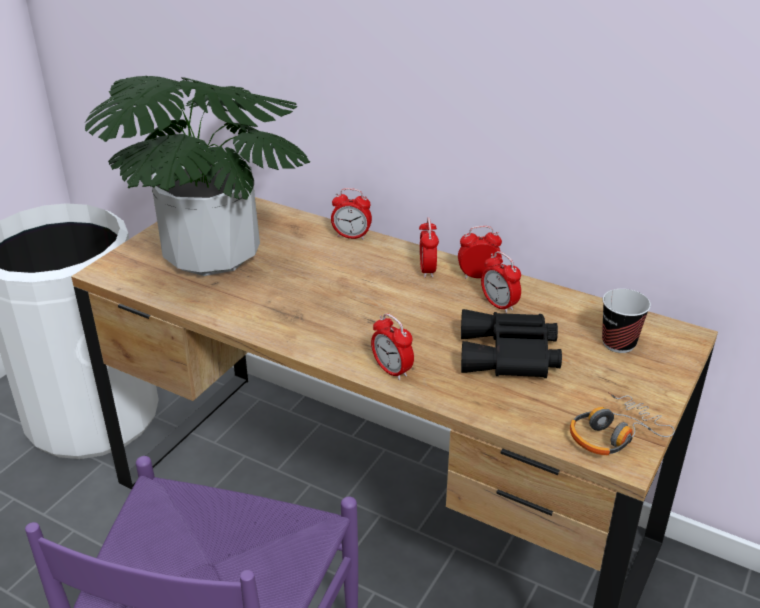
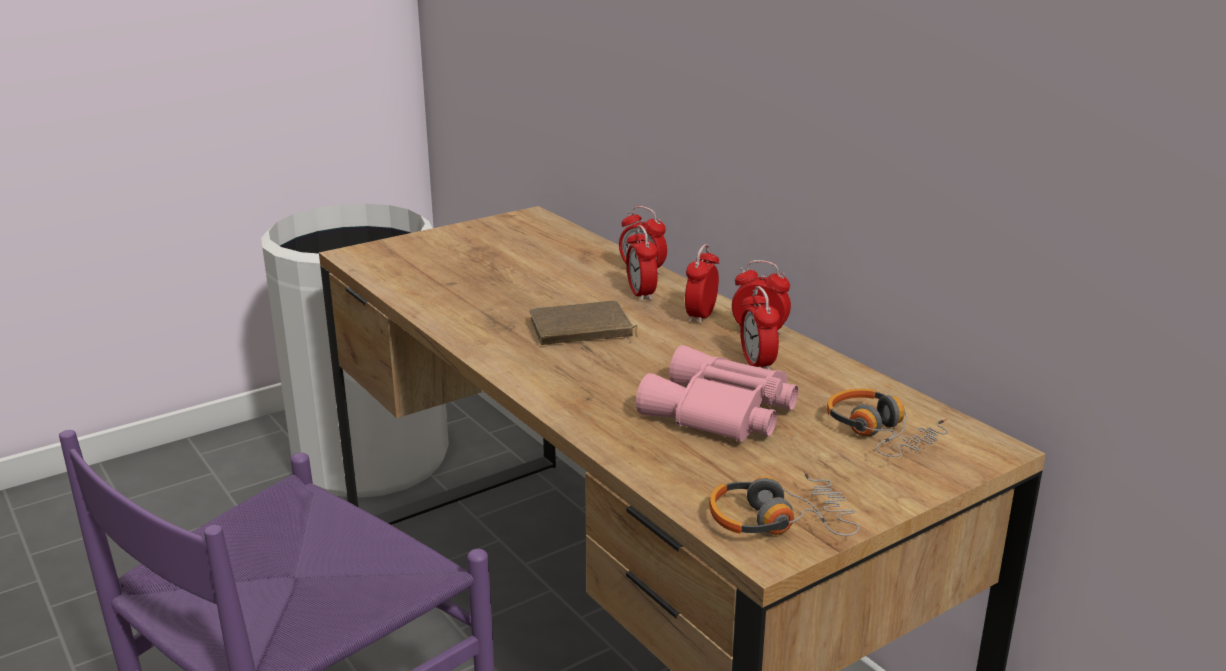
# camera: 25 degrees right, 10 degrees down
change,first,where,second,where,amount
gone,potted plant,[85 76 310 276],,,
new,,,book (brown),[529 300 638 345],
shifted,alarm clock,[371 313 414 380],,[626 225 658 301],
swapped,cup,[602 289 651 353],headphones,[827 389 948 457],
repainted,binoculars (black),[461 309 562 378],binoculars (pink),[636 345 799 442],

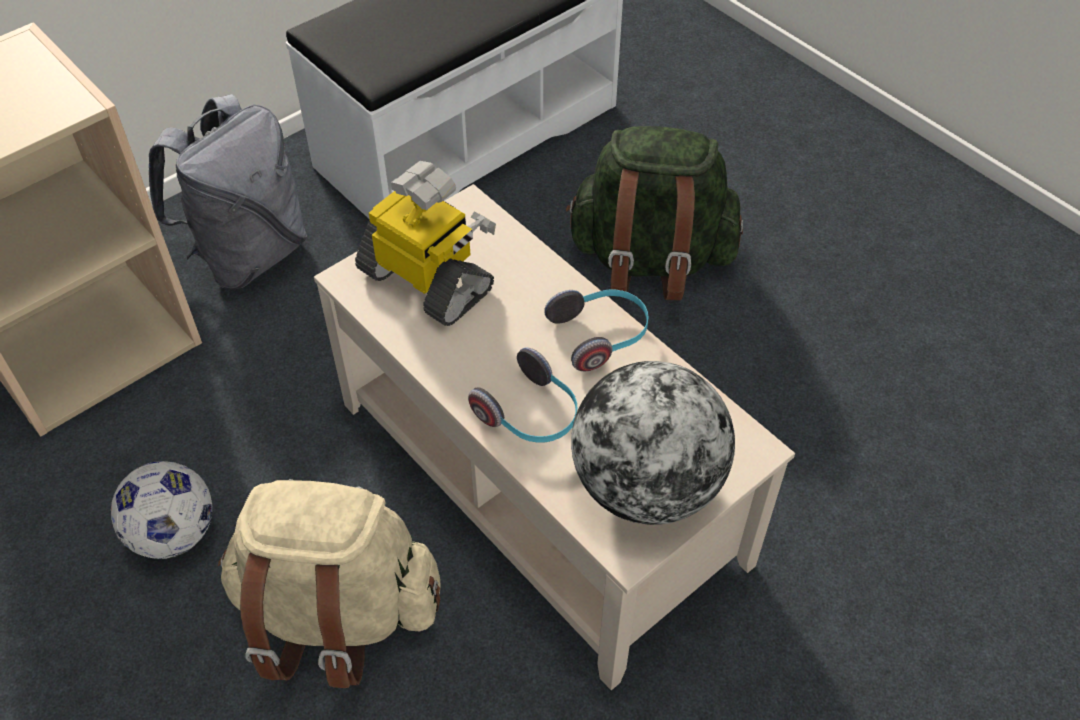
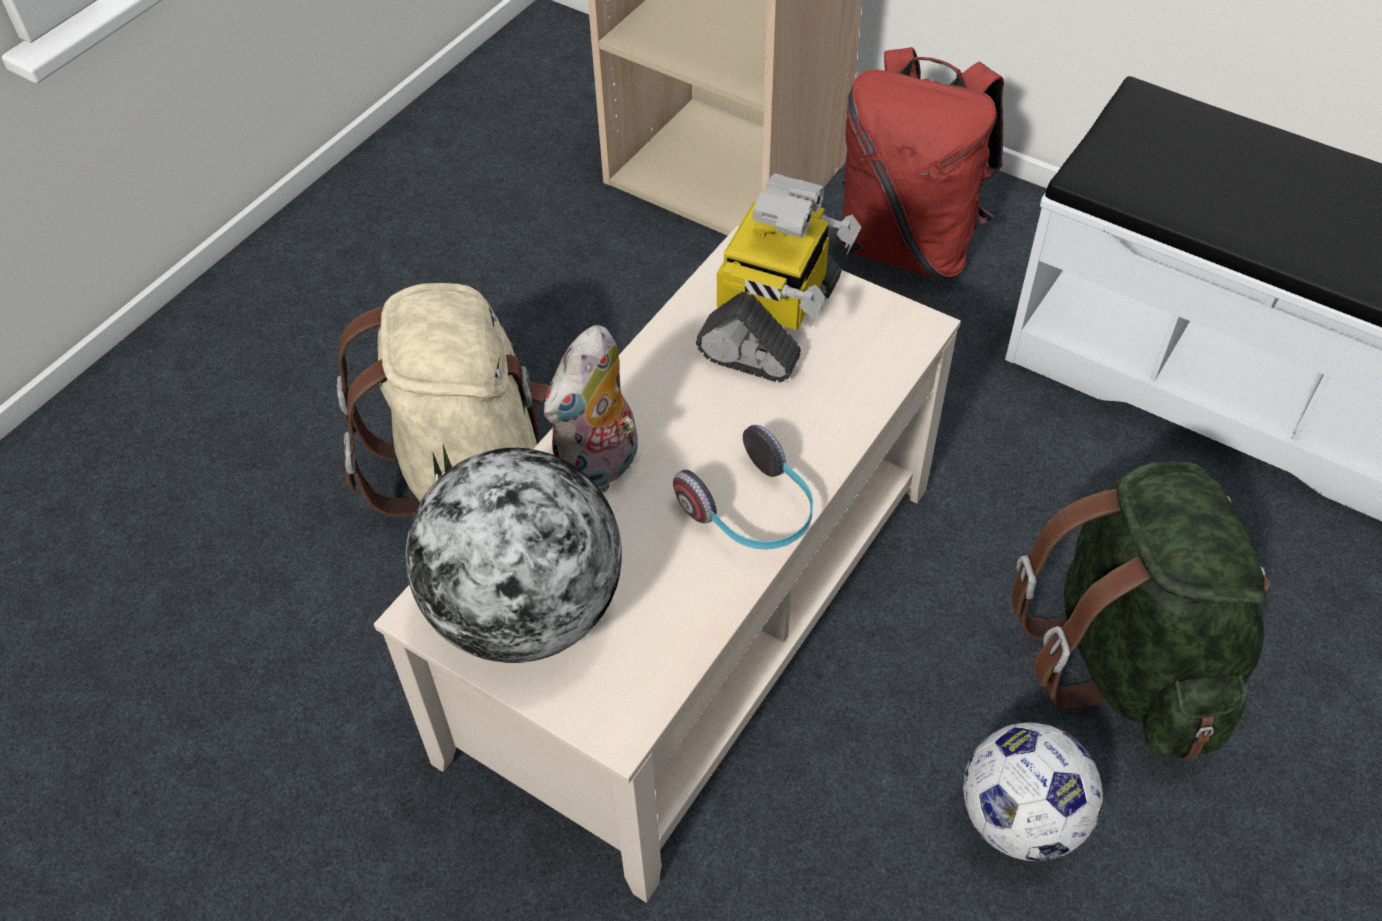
# camera: 75 degrees right, 0 degrees up
change,first,where,second,where,amount
shifted,football,[111 461 212 559],,[963 722 1103 861],
swapped,headphones,[468 347 577 443],plush toy,[543 325 638 493],
repainted,backpack (grey),[149 94 307 290],backpack (red),[840 47 1004 279],

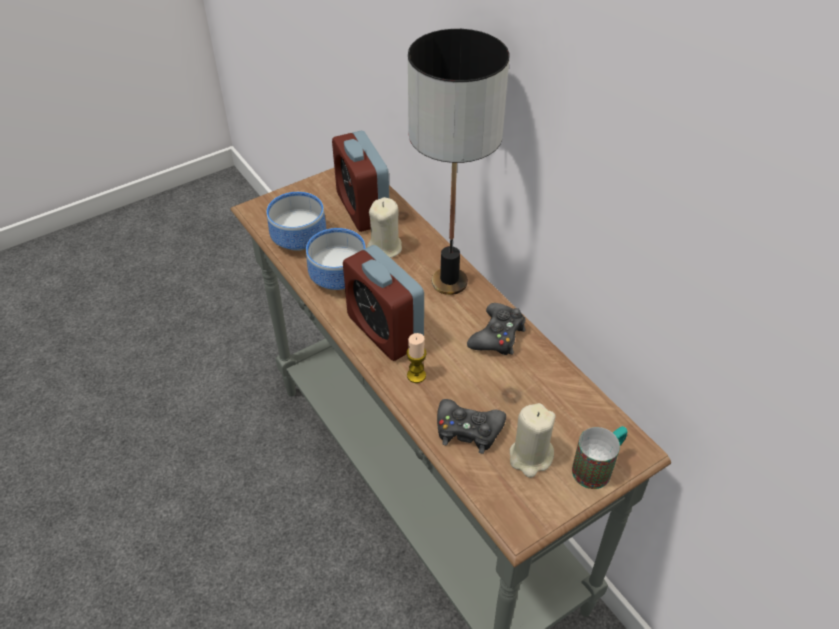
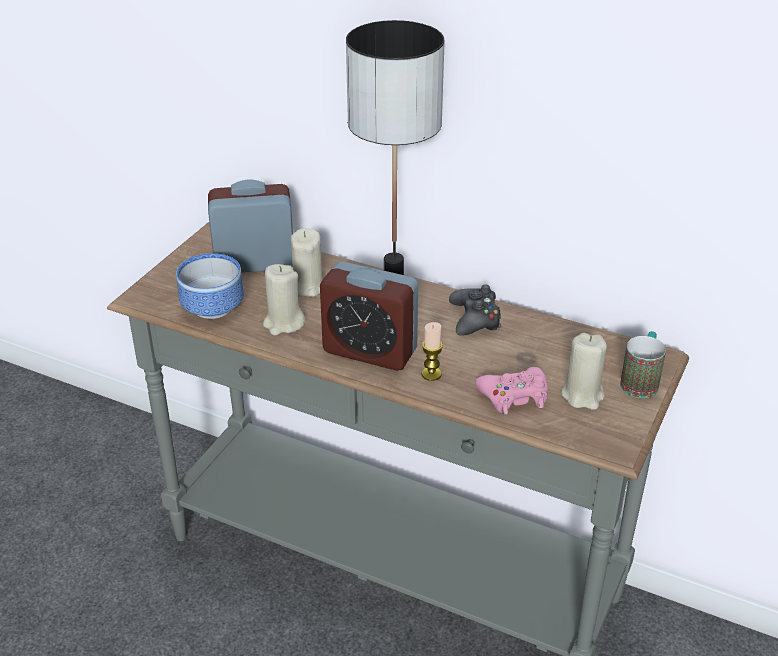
# camera: 30 degrees left, 10 degrees down
change,first,where,second,where,amount
swapped,bowl,[306 228 366 290],candle (beige),[263 264 306 336],
repainted,game controller (black),[437 399 506 454],game controller (pink),[475 367 548 415],
rotated,alarm clock,[332 131 389 232],,[208 179 293 273],135 degrees clockwise

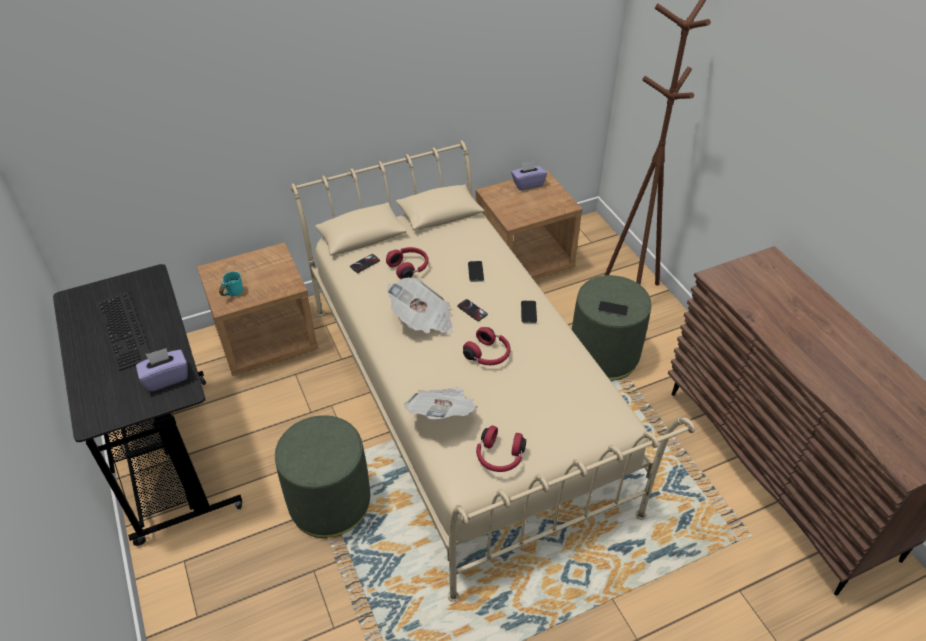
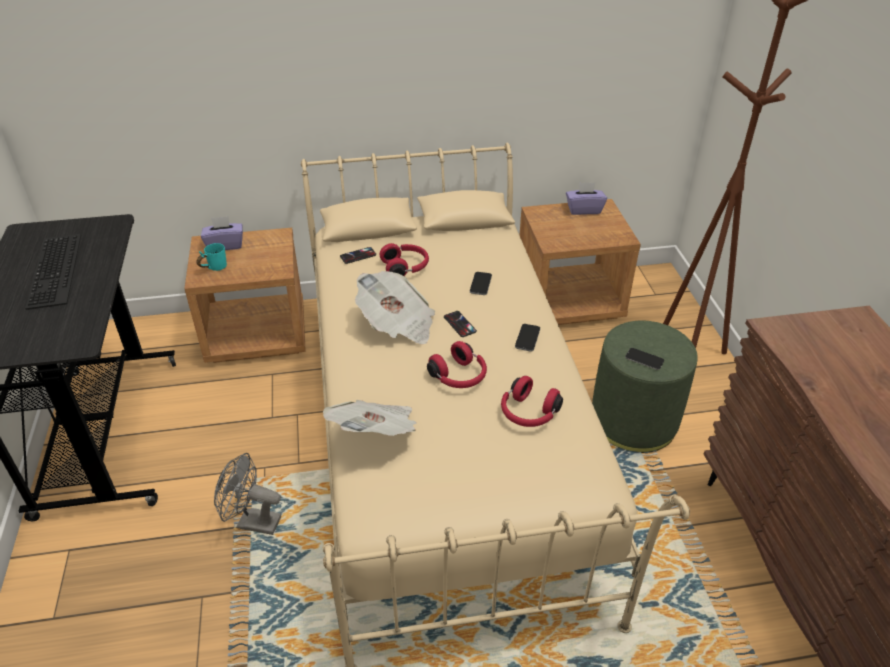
# camera: 15 degrees right, 5 degrees down
change,first,where,second,where,amount
shifted,tissue box (purple),[136 348 188 392],,[201 216 243 250],
shifted,headphones (red),[476 426 526 472],,[501 376 563 427],
swapped,ottoman (green),[275 415 370 538],fan (grey),[214 453 281 535],

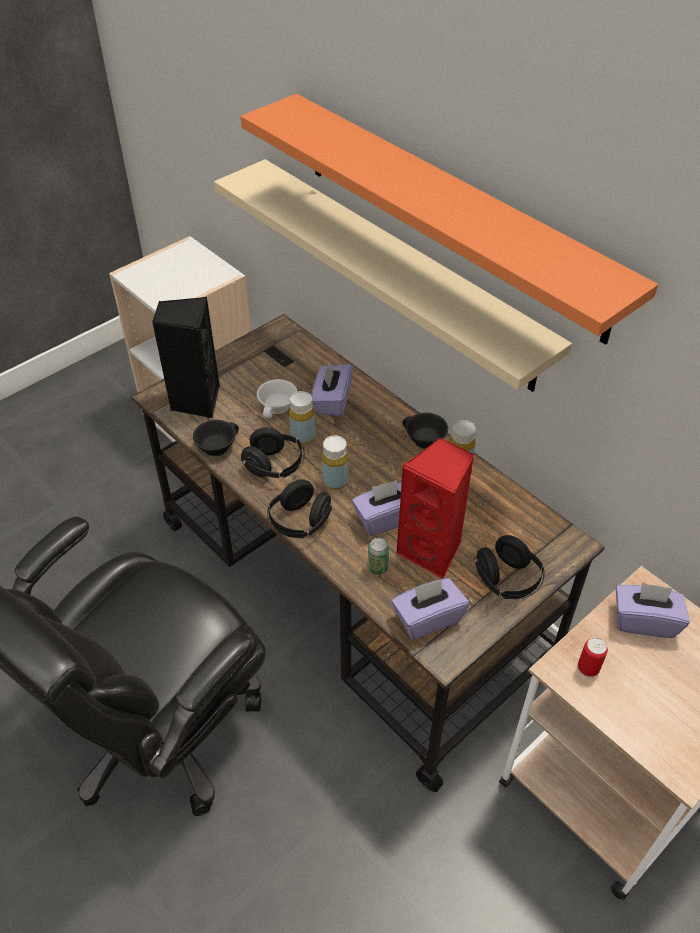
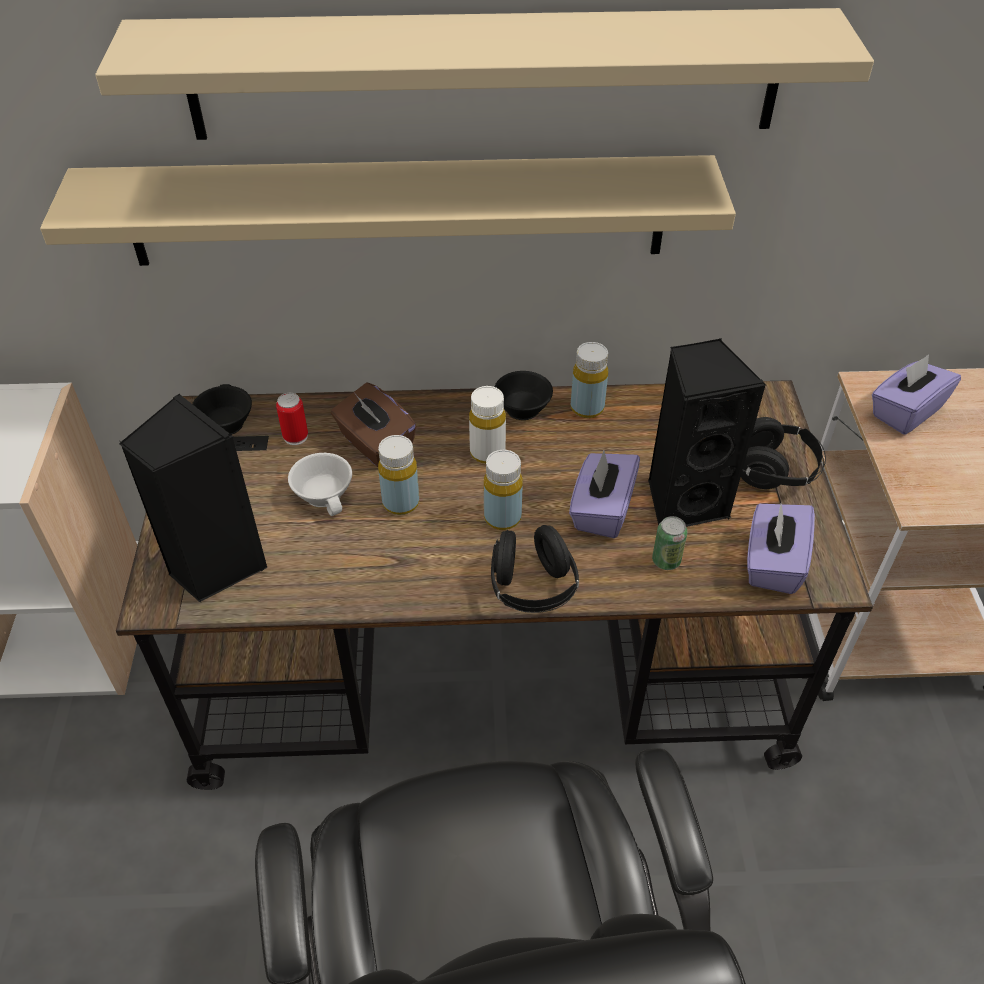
# camera: 50 degrees left, 0 degrees up
change,first,where,second,where,amount
gone,headphones (black),[240 427 305 478],,,
new,,,bottle (white),[469 386 506 464],
shifted,cup (black),[193 420 239 456],,[192 384 252 434],
shifted,can,[578 637 608 678],,[276 393 308 445],
repainted,shelf (orange),[241 94 658 345],shelf (beige),[95 8 874 140],
repainted,tissue box (purple),[311 362 353 417],tissue box (brown),[331 383 416 467],
repainted,speaker (red),[397 437 474 579],speaker (black),[648 338 766 527],

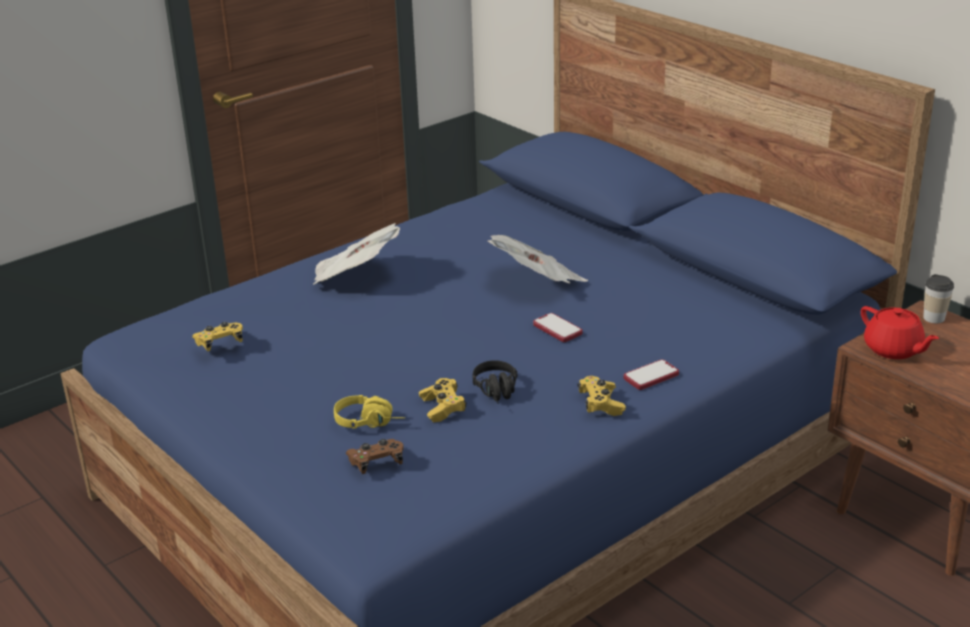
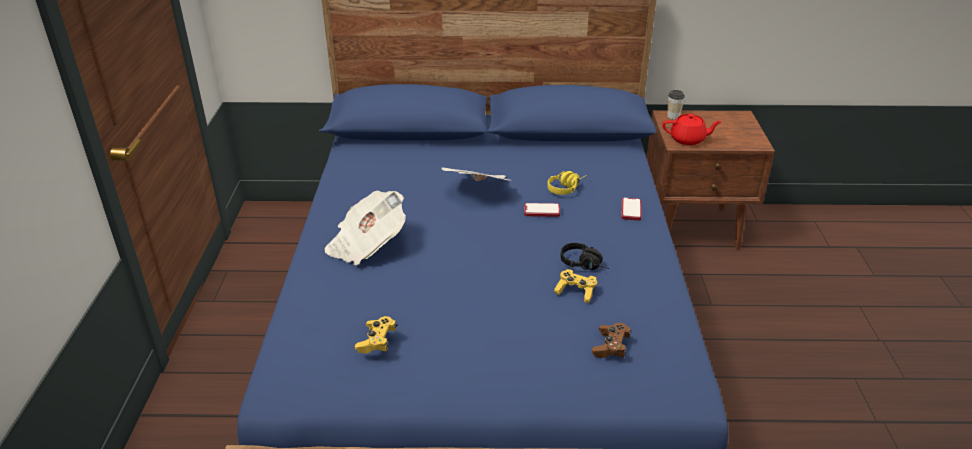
# camera: 50 degrees left, 5 degrees up
change,first,where,second,where,amount
gone,game controller (yellow),[577 376 626 416],,,
shifted,headphones (yellow),[334 395 405 429],,[547 171 587 195],

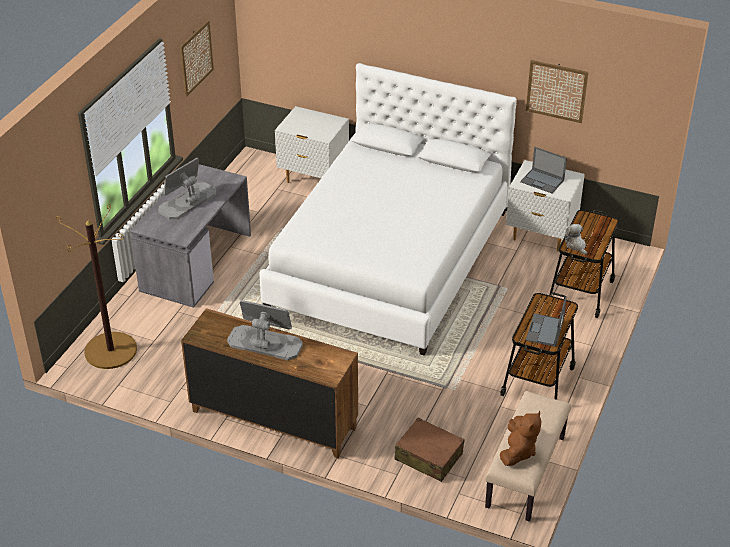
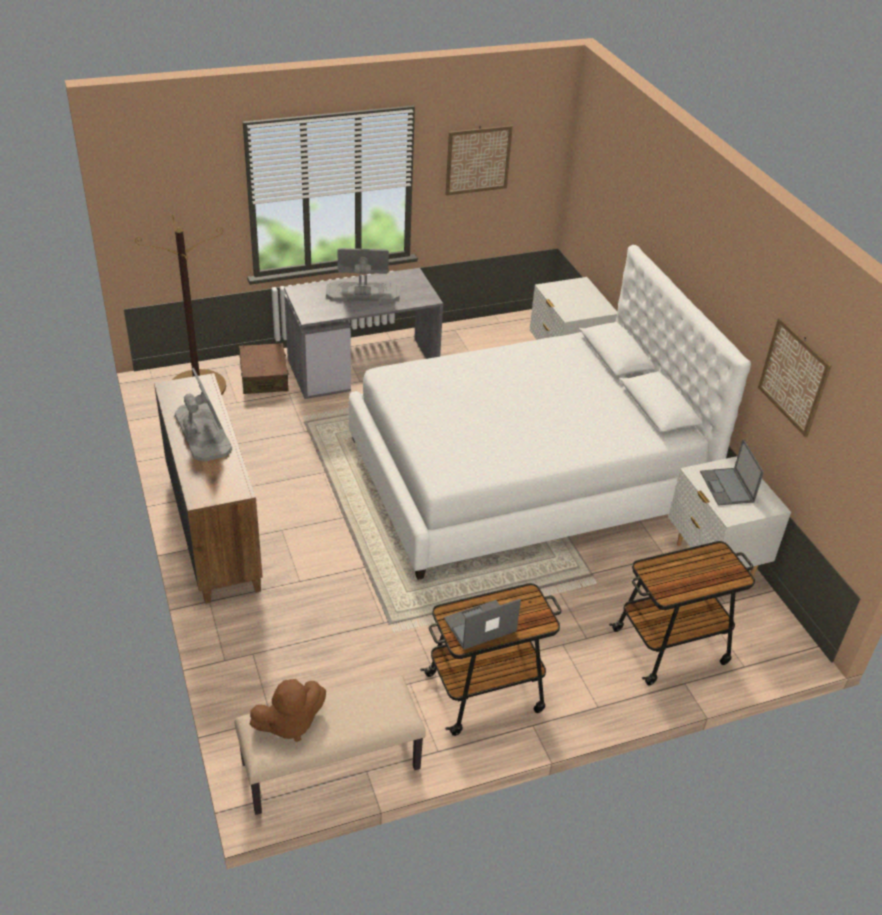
# camera: 45 degrees right, 0 degrees up
change,first,where,second,where,amount
gone,plush toy,[565 224 587 255],,,
shifted,suitcase (brown),[394 418 465 482],,[239 343 289 394],

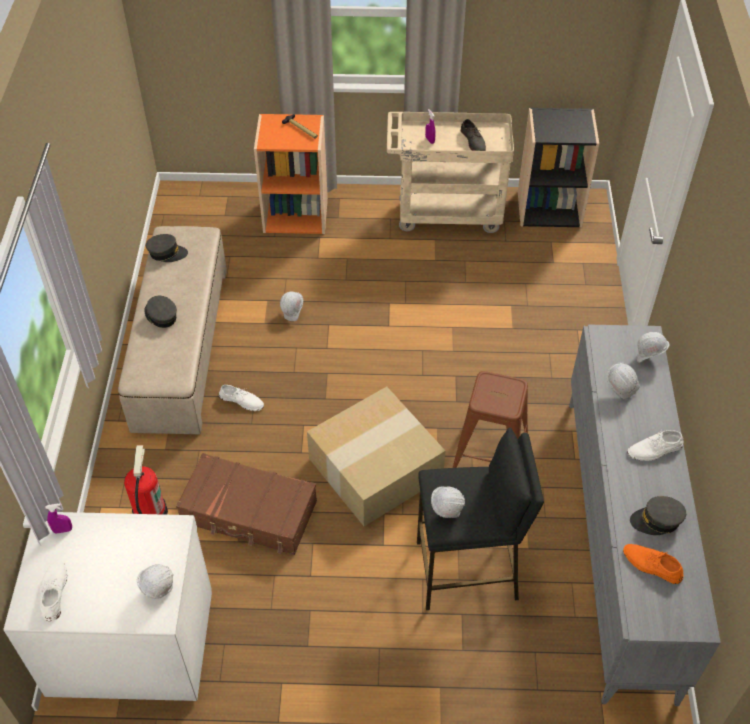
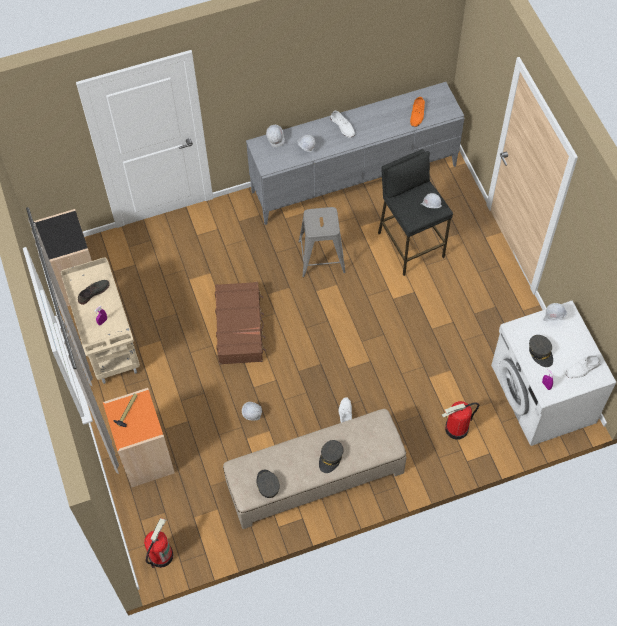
# camera: 110 degrees left, 10 degrees up
change,first,where,second,where,amount
gone,cardboard box,[307 387 445 526],,,
new,,,fire extinguisher,[144 518 174 568],
shifted,suitcase (brown),[176 453 317 555],,[215 282 266 365],
shifted,cap (grey),[630 496 686 535],,[529 335 553 367],
repainted,stool (brown),[453 371 528 468],stool (grey),[298 207 346 277],

